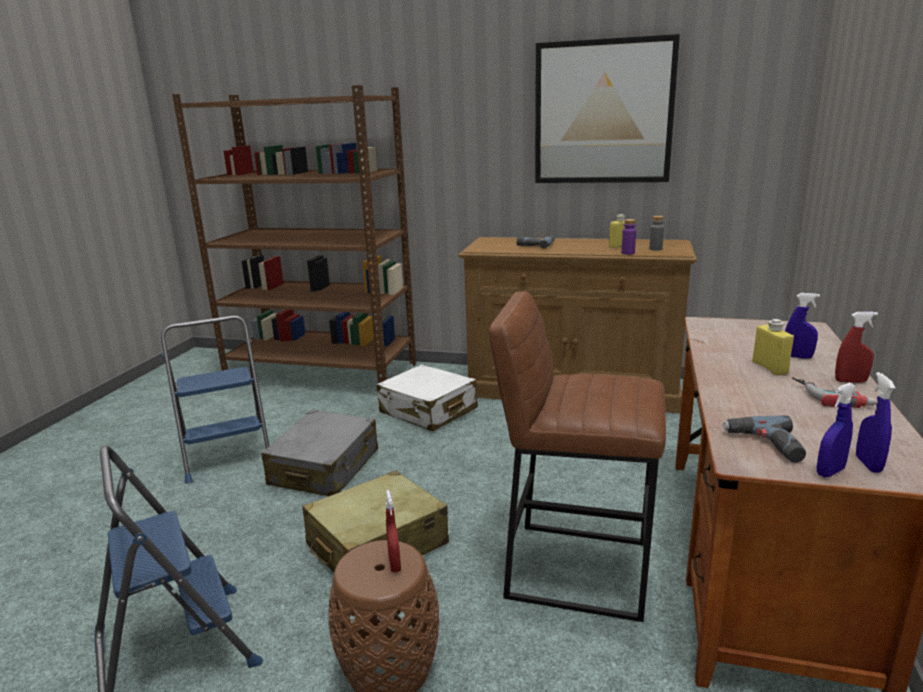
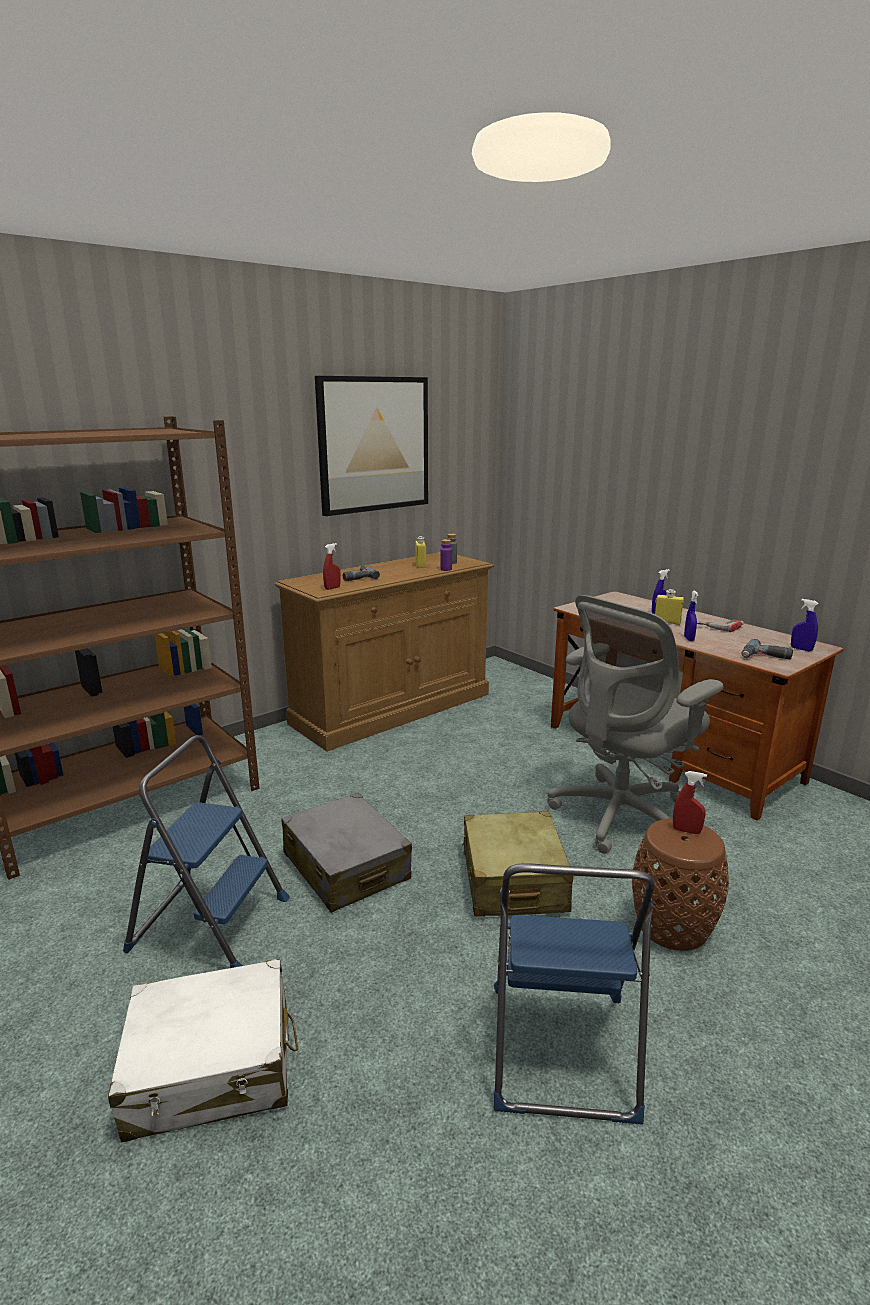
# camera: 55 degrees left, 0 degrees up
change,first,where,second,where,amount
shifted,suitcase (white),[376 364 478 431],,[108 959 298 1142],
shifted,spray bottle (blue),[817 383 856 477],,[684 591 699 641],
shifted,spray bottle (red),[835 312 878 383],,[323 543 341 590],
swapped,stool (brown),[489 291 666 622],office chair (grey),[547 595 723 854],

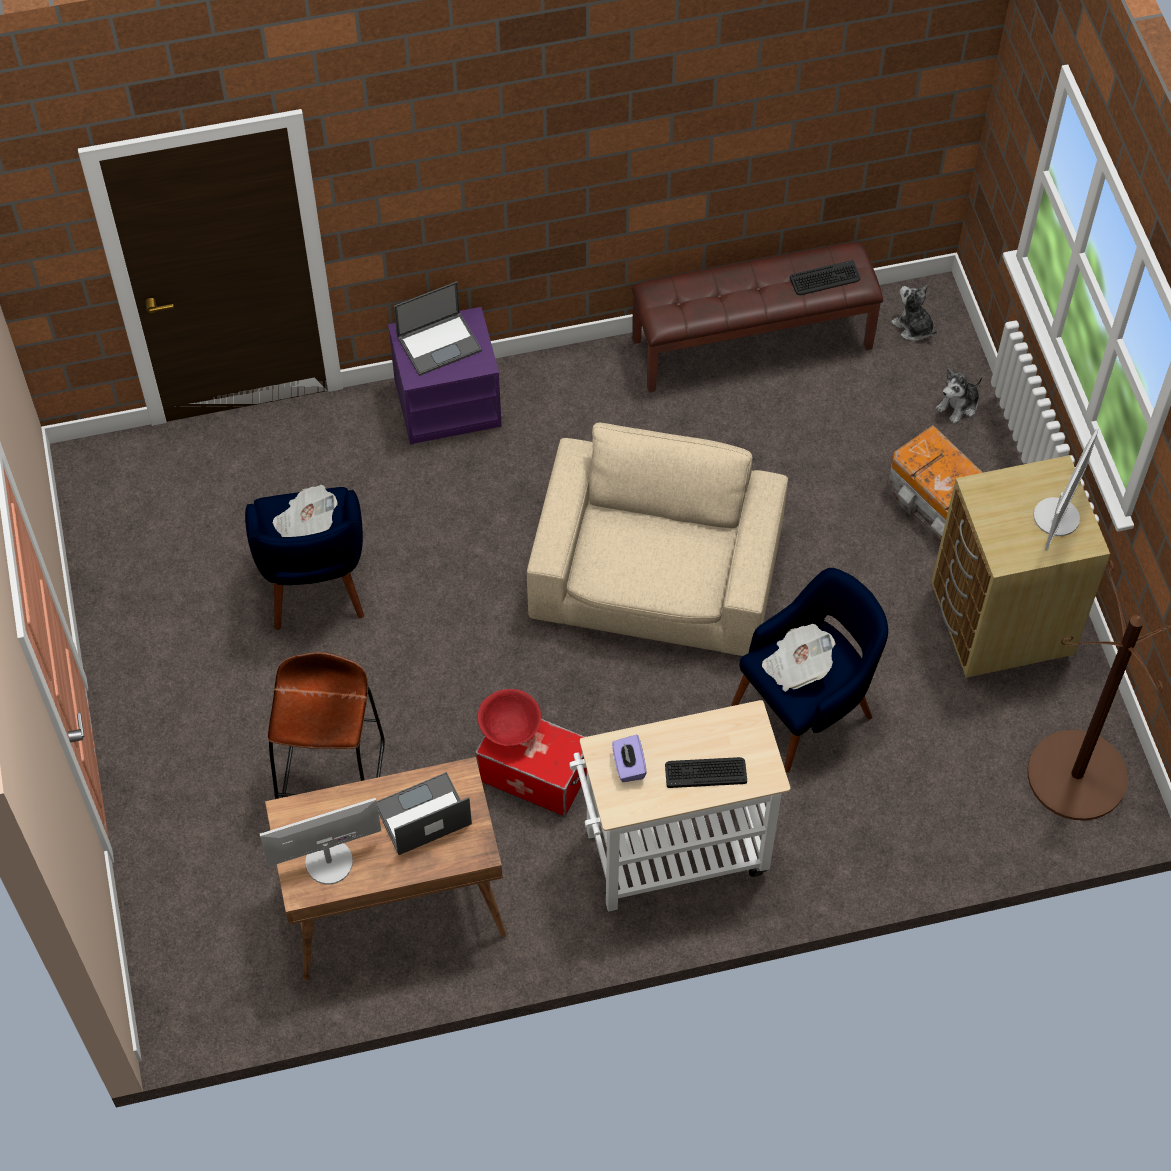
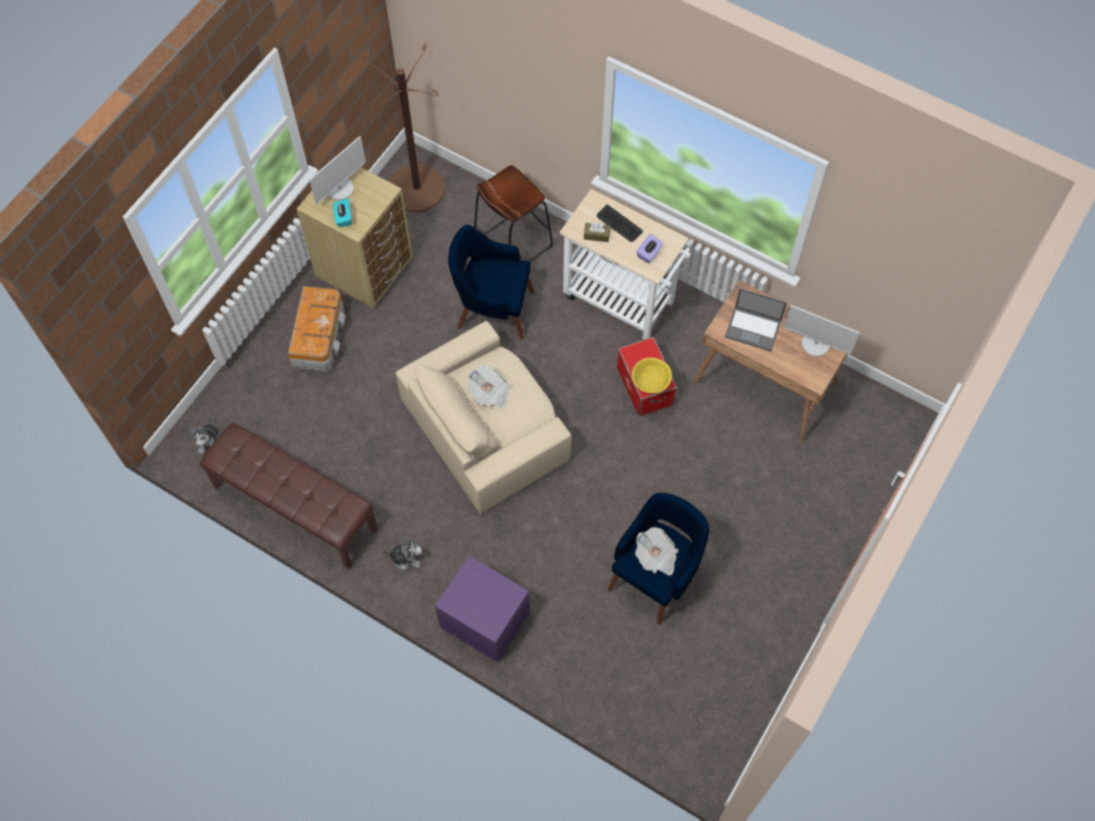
# camera: 135 degrees left, 5 degrees up
change,first,where,second,where,amount
gone,laptop,[394 282 482 376],,,
gone,keyboard,[790 260 860 295],,,
new,,,tissue box (turquoise),[333 198 352 227],
new,,,tissue box (brown),[584 222 610 242],
shifted,stool (brown),[268 652 385 799],,[474 165 553 262],
shifted,newspaper,[762 624 836 692],,[468 365 510 409],
shifted,plush toy,[936 369 982 424],,[384 541 422 570],
repainted,bowl (red),[477 689 542 747],bowl (yellow),[632 357 672 393],
rotated,monitor,[1034 429 1099 551],,[309 136 366 205],150 degrees clockwise

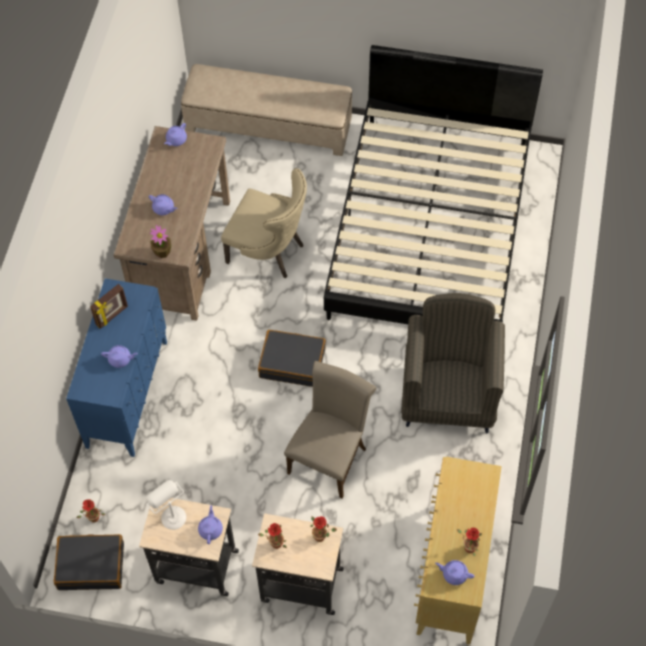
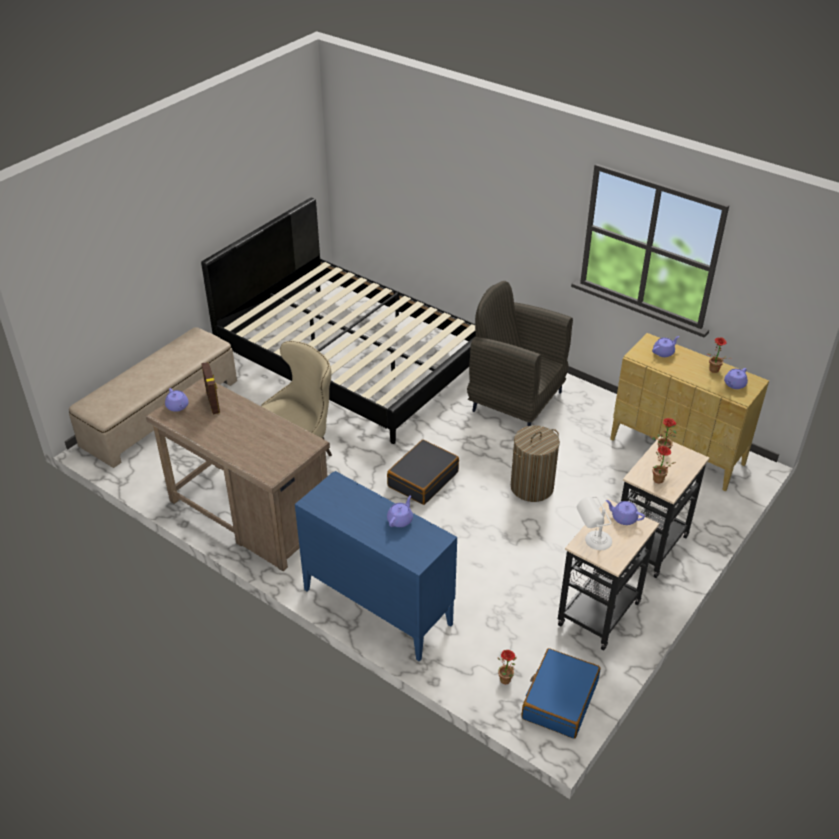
# camera: 65 degrees left, 20 degrees down
change,first,where,second,where,amount
gone,potted plant,[150 225 171 258],,,
shifted,picture frame,[90 284 128 329],,[201 362 220 415],
shifted,teapot (purple),[149 194 178 215],,[652 336 679 357],
swapped,chair (beige),[284 361 376 498],laundry basket,[511 426 560 502],
repainted,suitcase (black),[54 534 124 590],suitcase (blue),[522 648 600 739],

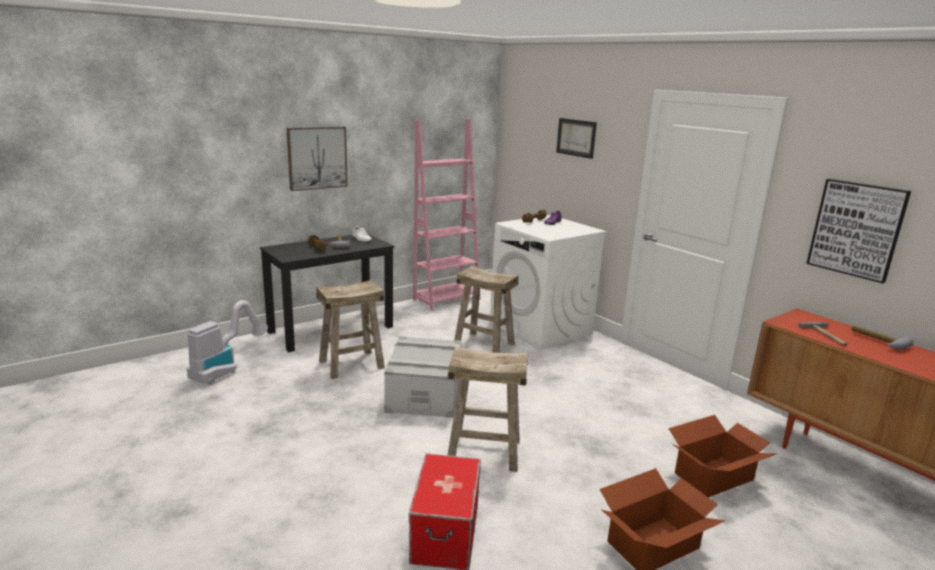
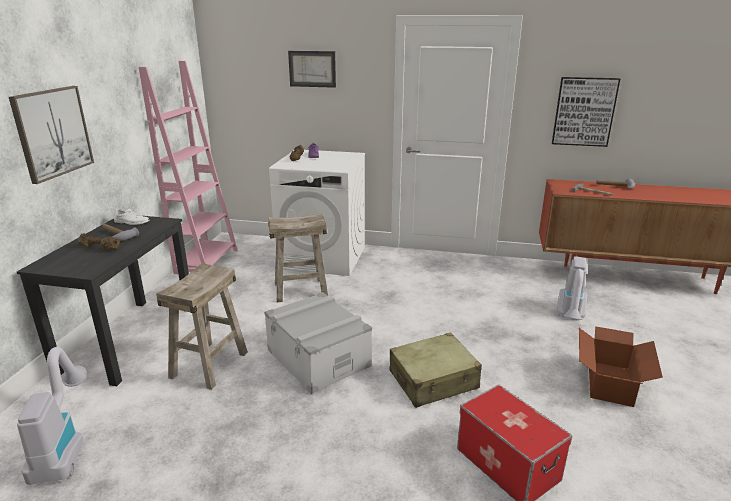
# camera: 40 degrees left, 5 degrees up
change,first,where,second,where,amount
swapped,stool (beige),[448 346 528 472],suitcase (beige),[389 333 482 408],
swapped,cardboard box,[668 415 777 497],vacuum cleaner,[557 256 587 320],

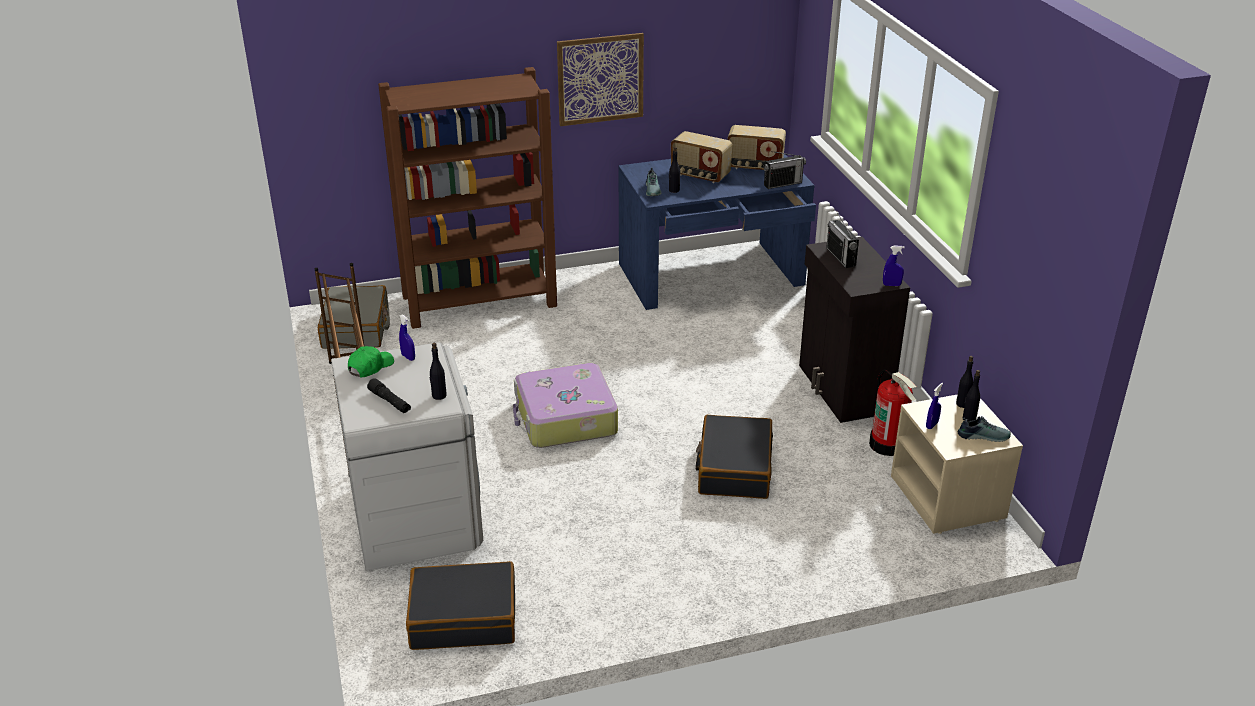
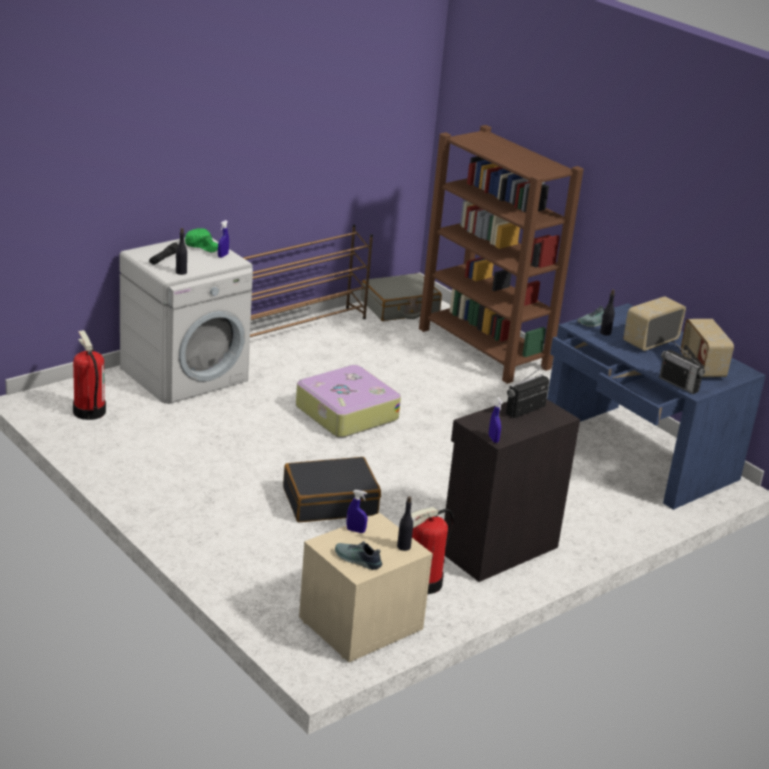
# camera: 65 degrees right, 5 degrees down
change,first,where,second,where,amount
gone,picture,[557 33 644 126],,,
gone,bottle (black),[963 370 980 421],,,
swapped,suitcase (black),[406 561 515 650],fire extinguisher,[73 330 106 420],
rotated,radio,[671 131 733 183],,[623 296 686 351],45 degrees clockwise
rotated,shoe,[957 416 1011 442],,[335 541 382 570],135 degrees clockwise

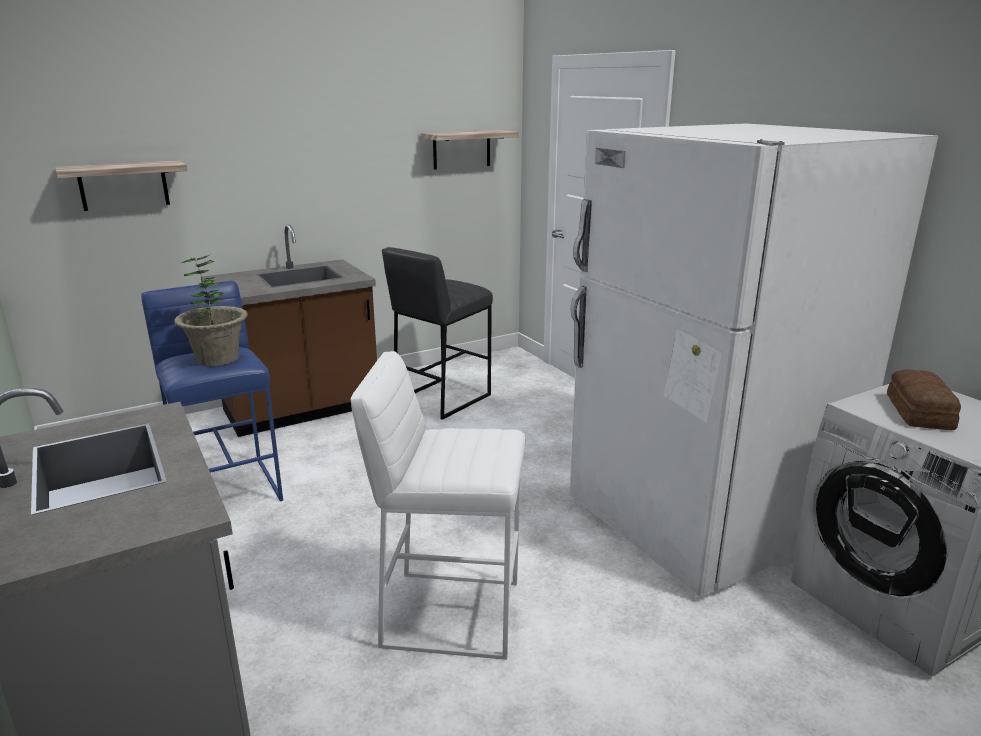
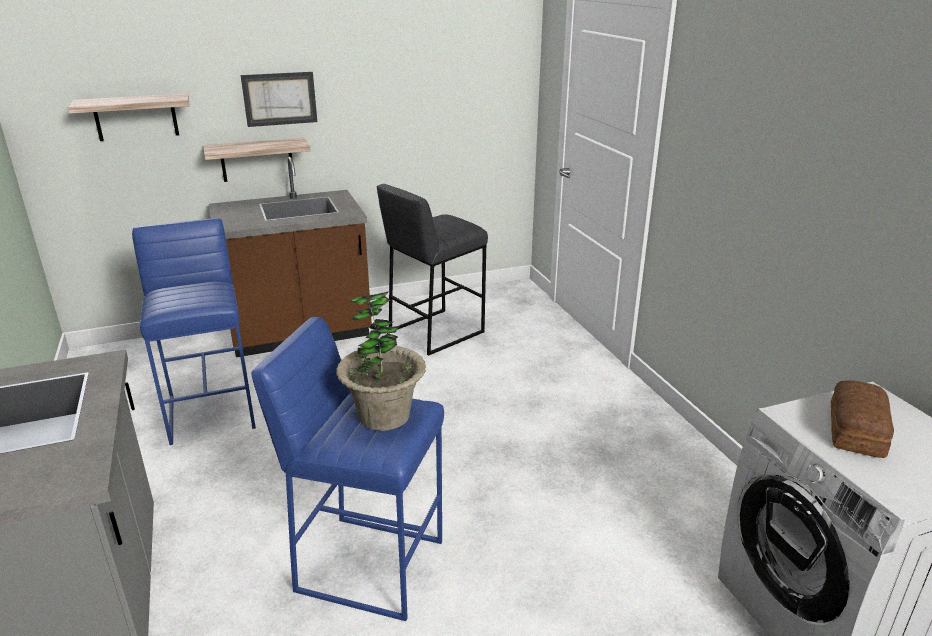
# camera: 10 degrees right, 5 degrees up
change,first,where,second,where,amount
gone,fridge (white),[570 123 939 596],,,
new,,,picture,[241 72 317 127],
shifted,potted plant,[174 255 248 367],,[336 291 426 431],
shifted,shelf,[421 130 519 170],,[203 138 311 182],
repainted,stool (white),[351 351 525 660],stool (blue),[251 317 444 621],

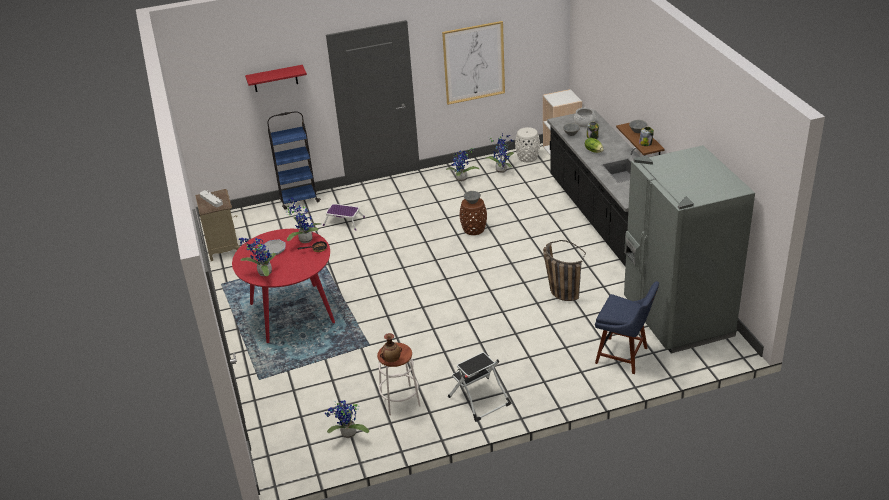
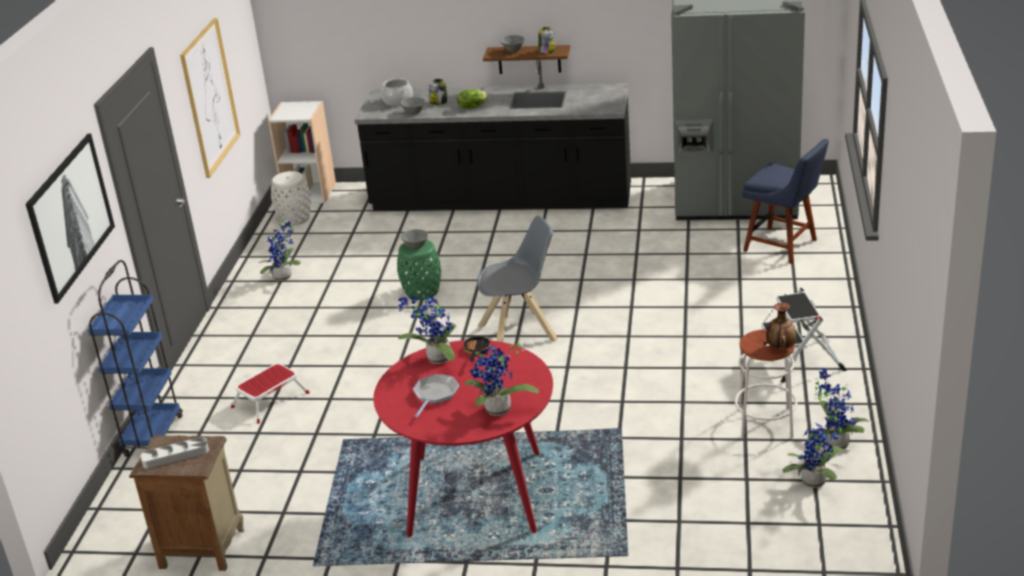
# camera: 65 degrees left, 5 degrees down
change,first,where,second,where,amount
gone,basket,[543 240 586 301],,,
new,,,chair (grey),[477 215 558 342],
shifted,potted plant,[485 134 514 173],,[807 368 869 449],
swapped,shelf (red),[245 65 307 92],picture,[26 134 115 304],
repainted,step ladder (purple),[323 204 365 231],step ladder (red),[231 363 310 424],
repainted,stool (brown),[459 198 487 235],stool (green),[397 240 441 300],
rotated,chair (blue),[595 281 659 374],,[742 139 829 264],75 degrees clockwise

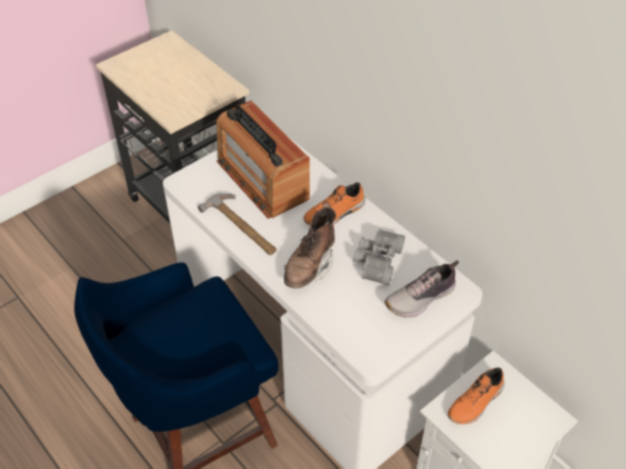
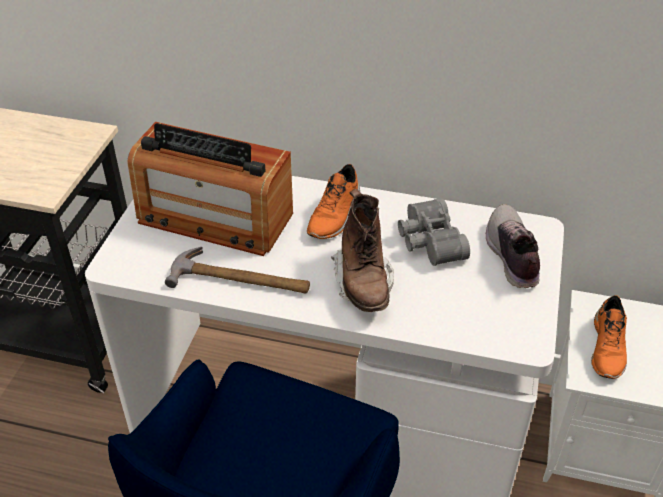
# camera: 35 degrees left, 5 degrees down
change,first,where,second,where,amount
rotated,shoe,[385 260 459 317],,[486 204 540 288],150 degrees clockwise

